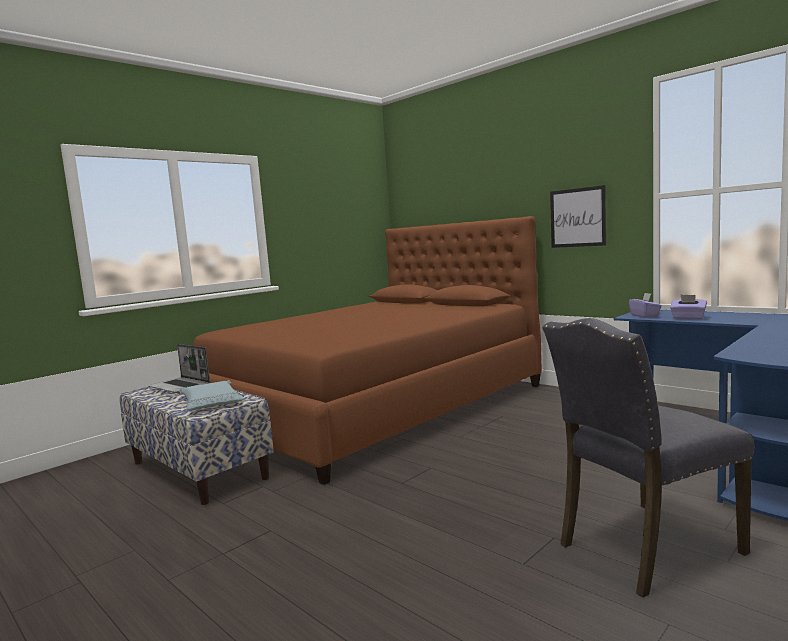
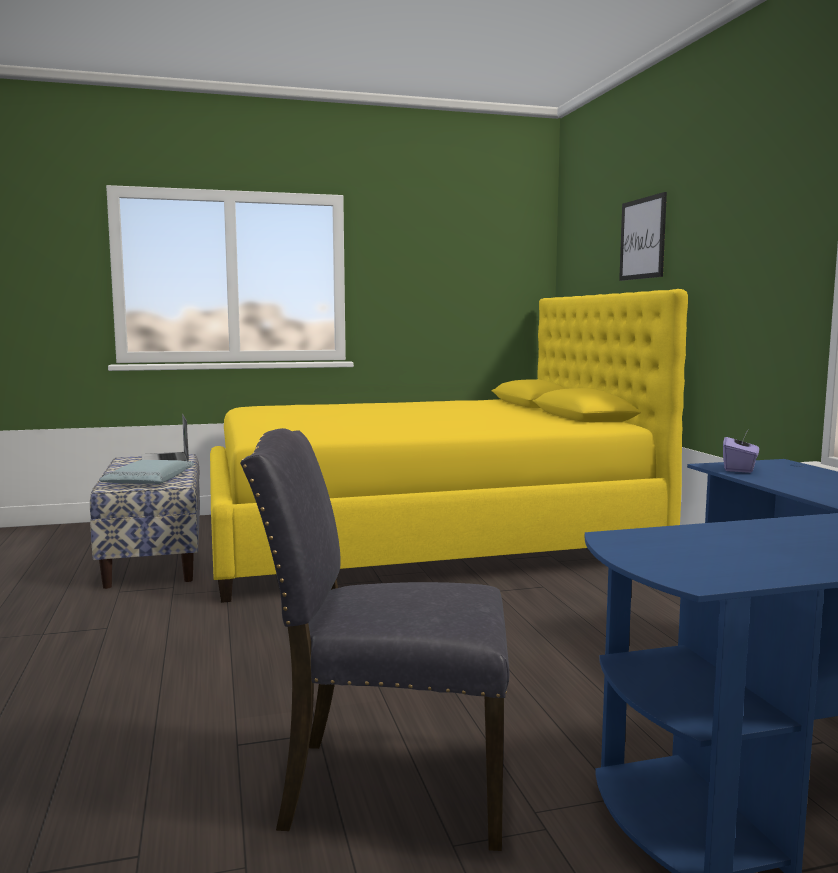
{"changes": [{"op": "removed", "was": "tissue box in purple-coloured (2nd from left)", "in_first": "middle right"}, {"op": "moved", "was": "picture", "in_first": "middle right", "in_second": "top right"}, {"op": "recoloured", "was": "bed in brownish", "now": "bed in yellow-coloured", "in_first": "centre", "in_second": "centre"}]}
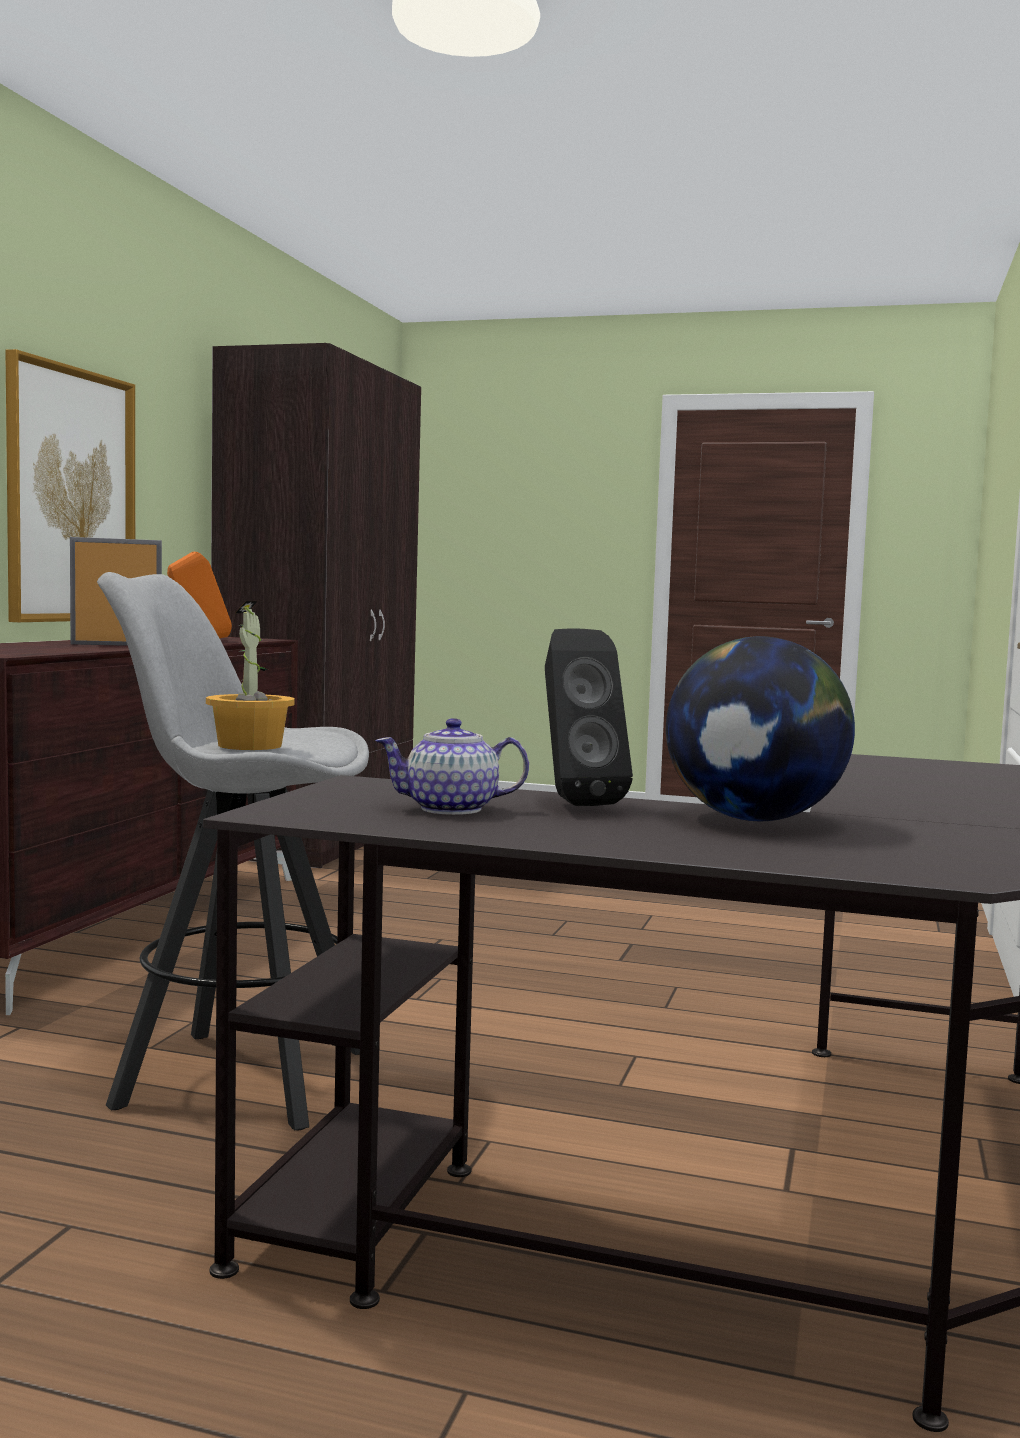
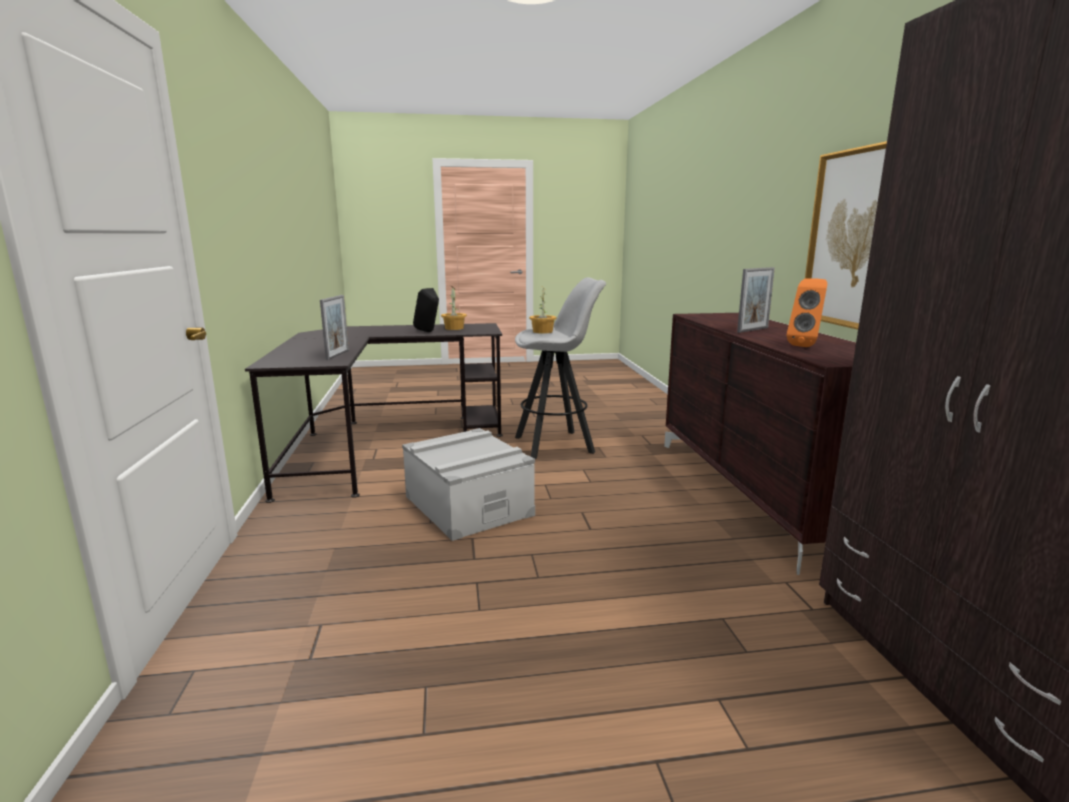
{"changes": [{"op": "removed", "was": "globe", "in_first": "middle right"}, {"op": "added", "now": "photo frame (1st from left)", "in_second": "middle left"}, {"op": "added", "now": "storage box in gray", "in_second": "centre"}, {"op": "replaced", "was": "pot for tea", "now": "houseplant (1st from left)", "in_first": "centre", "in_second": "centre"}]}
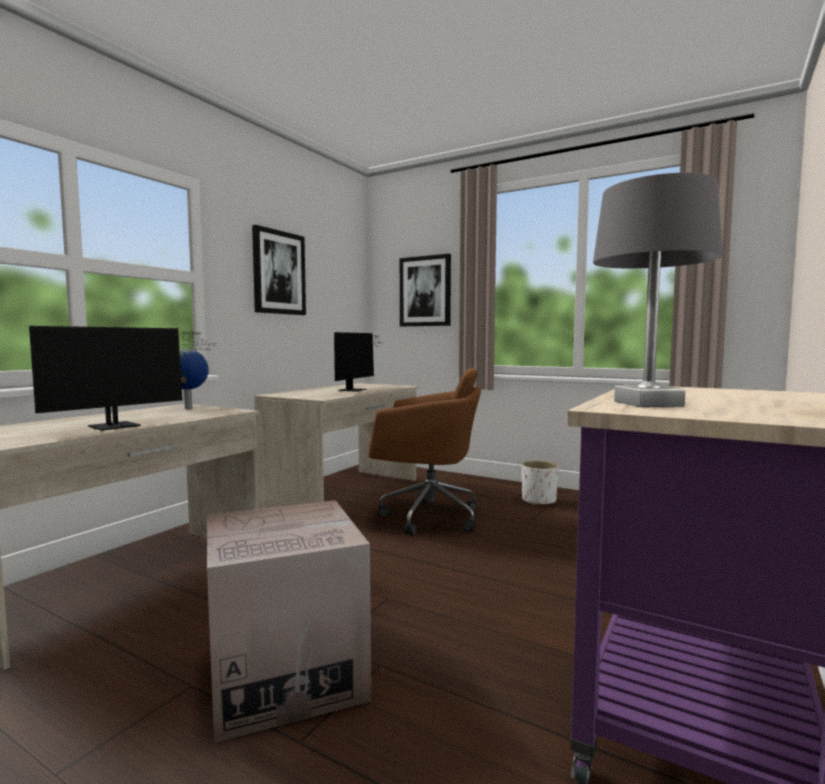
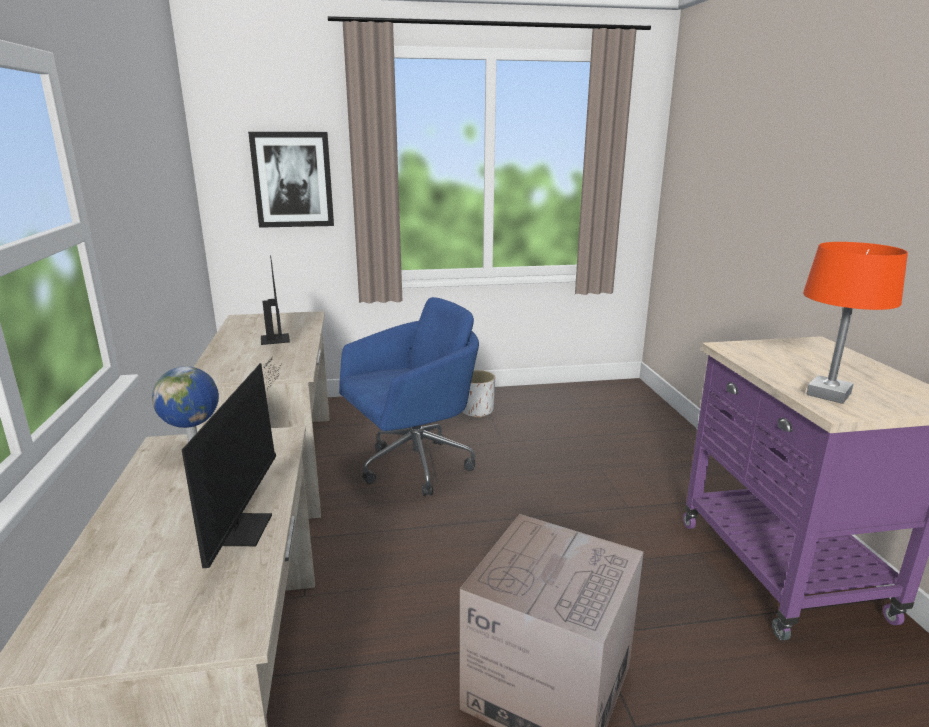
{"changes": [{"op": "removed", "was": "picture (1st from left)", "in_first": "centre"}, {"op": "recoloured", "was": "computer chair in brownish", "now": "computer chair in blue", "in_first": "centre", "in_second": "centre"}, {"op": "recoloured", "was": "tabletop lamp in gray", "now": "tabletop lamp in orangey", "in_first": "middle right", "in_second": "middle right"}]}
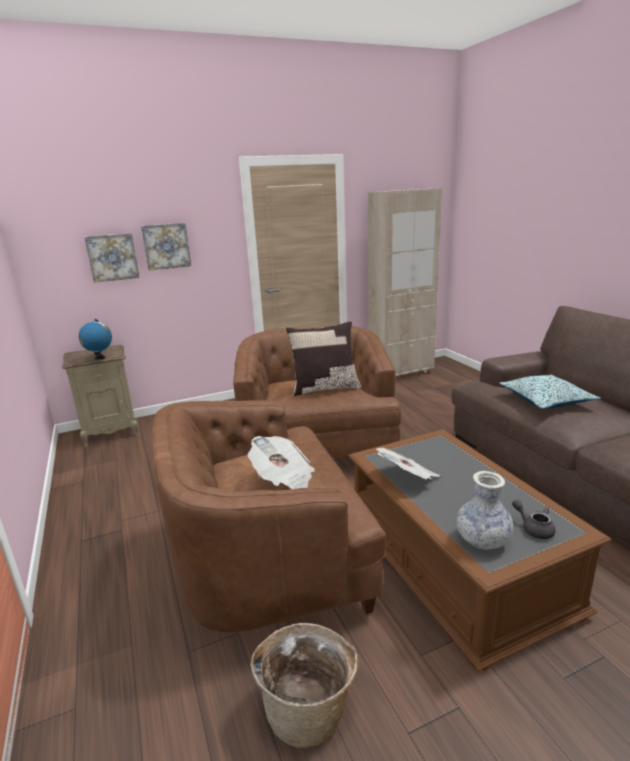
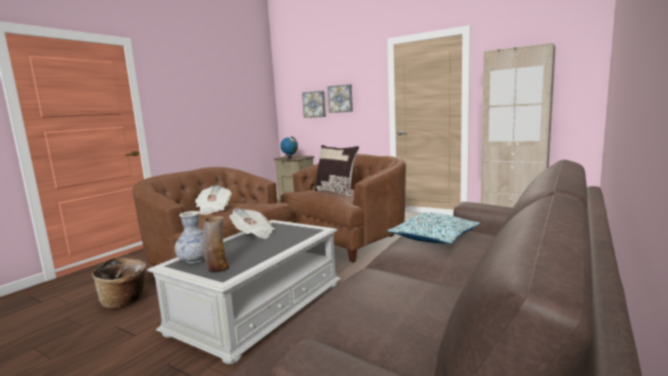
{"changes": [{"op": "replaced", "was": "pot for tea in gray", "now": "decorative vase (2nd from left)", "in_first": "bottom right", "in_second": "middle left"}, {"op": "recoloured", "was": "coffee table in brownish", "now": "coffee table in whitish", "in_first": "bottom right", "in_second": "bottom centre"}]}
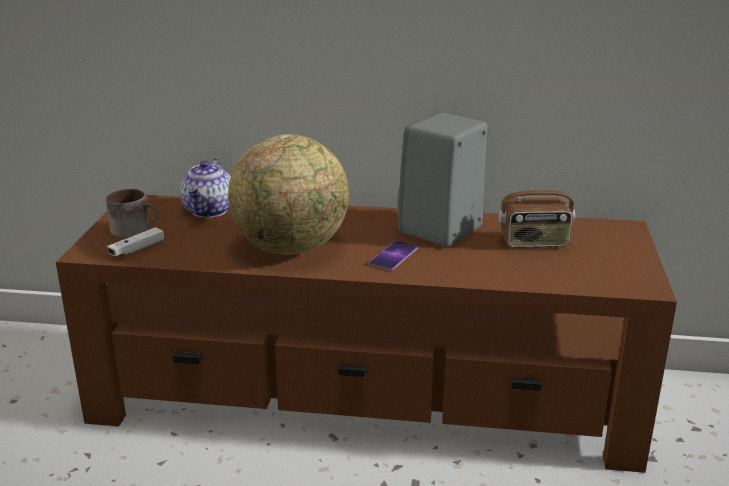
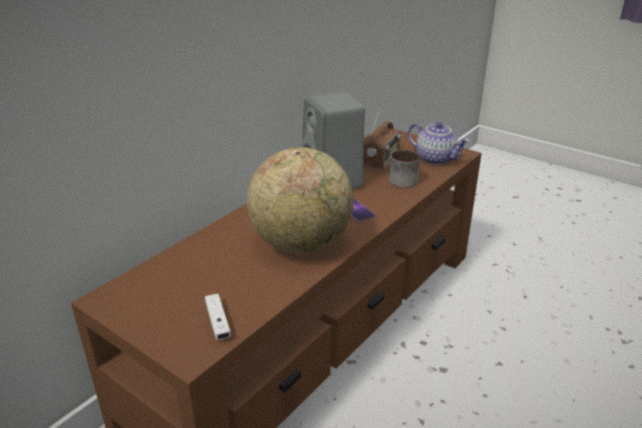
{"changes": [{"op": "moved", "was": "tea mug", "in_first": "middle left", "in_second": "centre"}, {"op": "moved", "was": "pot for tea", "in_first": "middle left", "in_second": "middle right"}]}
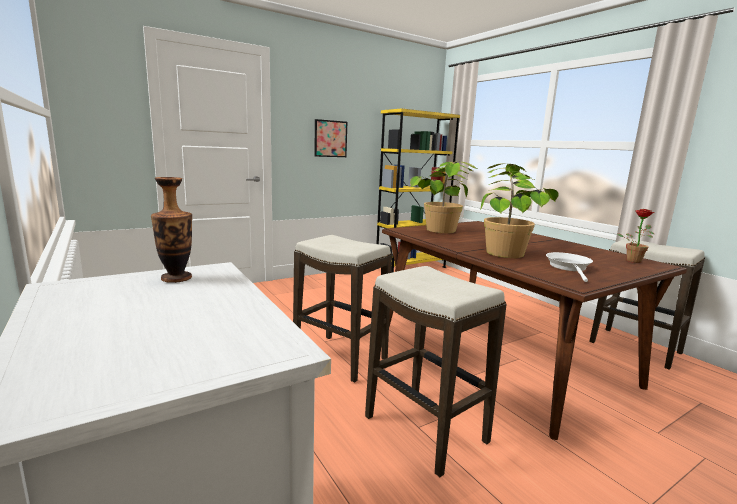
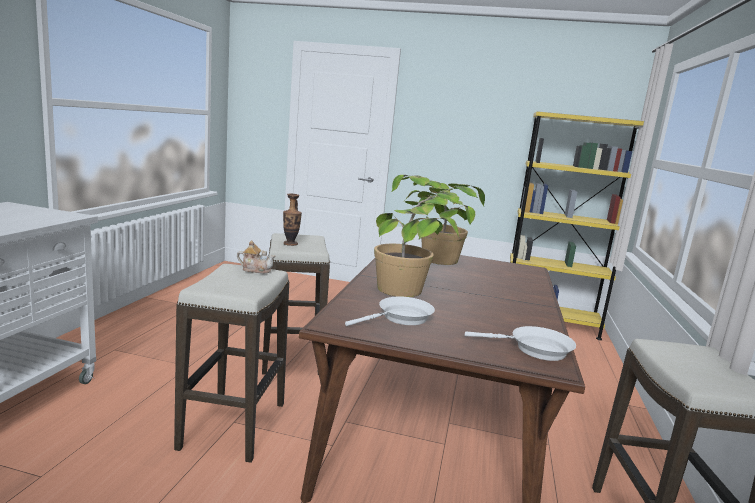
{"changes": [{"op": "removed", "was": "picture", "in_first": "top centre"}, {"op": "added", "now": "pot for tea", "in_second": "centre"}, {"op": "moved", "was": "decorative vase", "in_first": "middle left", "in_second": "centre"}, {"op": "replaced", "was": "houseplant (3rd from left)", "now": "pan in whitish (2nd from left)", "in_first": "middle right", "in_second": "bottom right"}]}
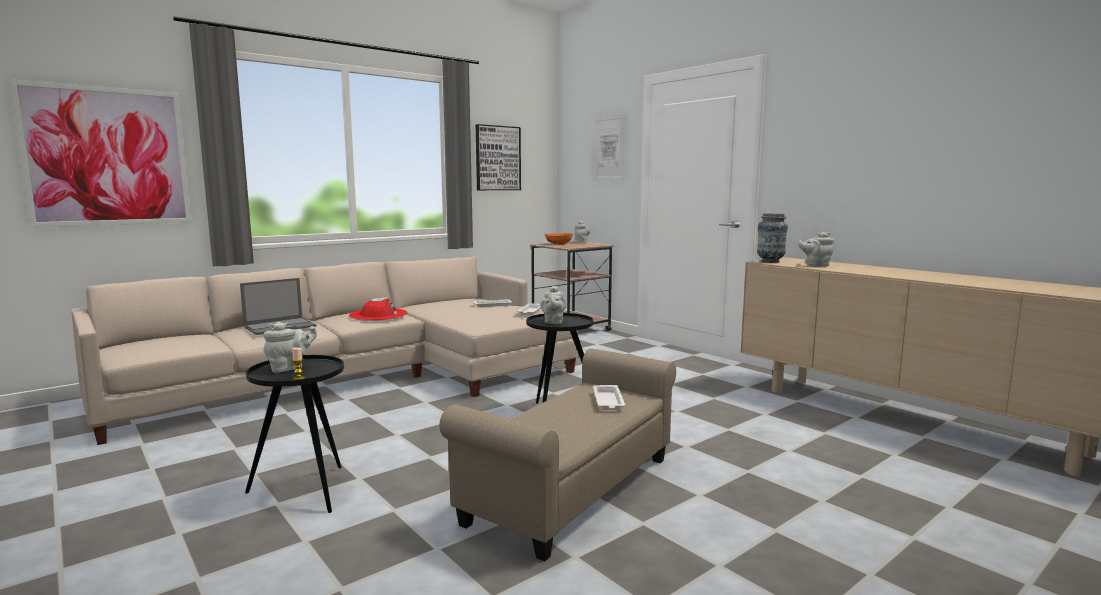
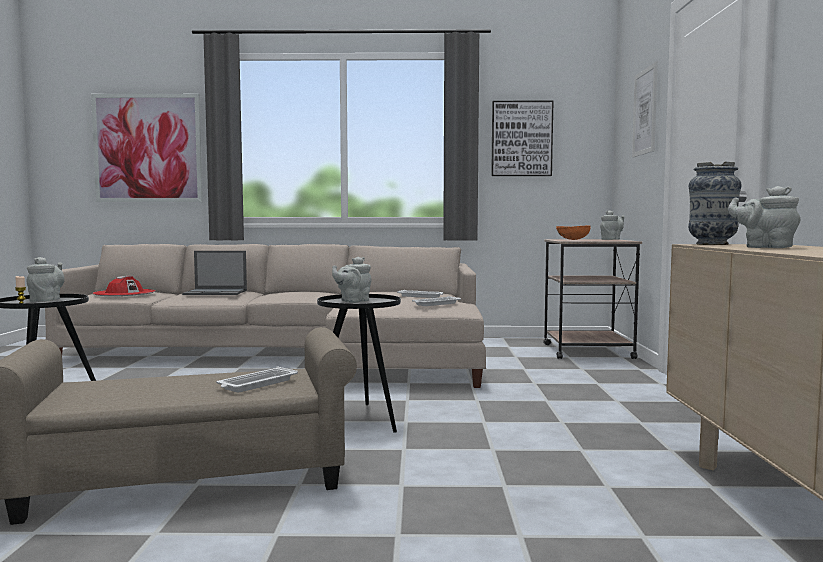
{"changes": [{"op": "moved", "was": "hat in red-coloured", "in_first": "centre", "in_second": "middle left"}, {"op": "turned", "was": "pot for tea in gray (1st from left)", "in_first": "middle left", "in_second": "middle left", "clockwise": -90}]}
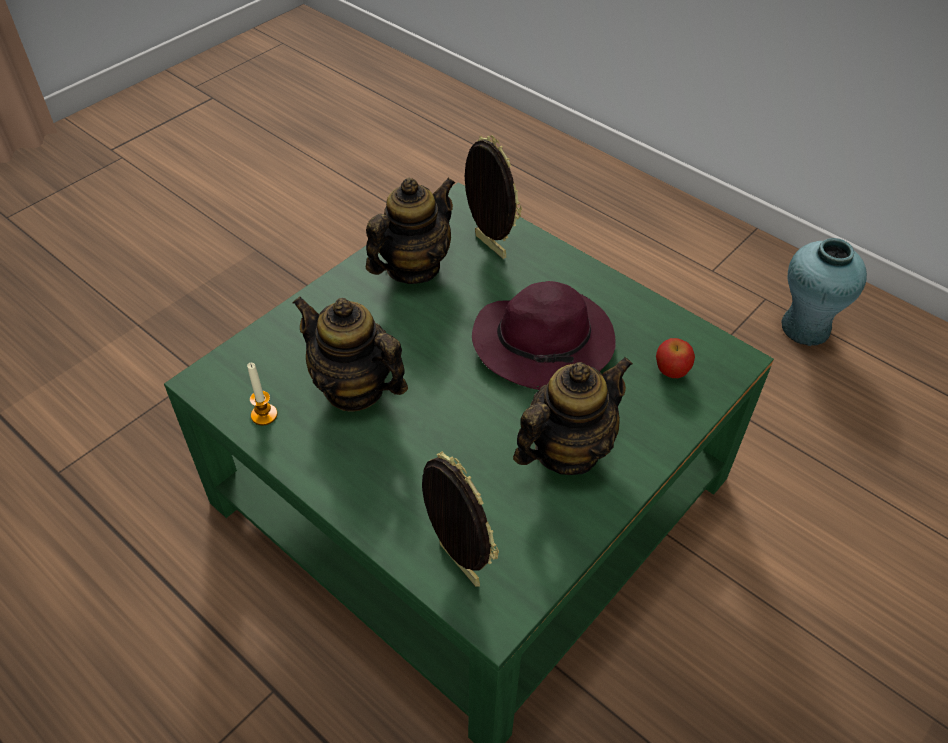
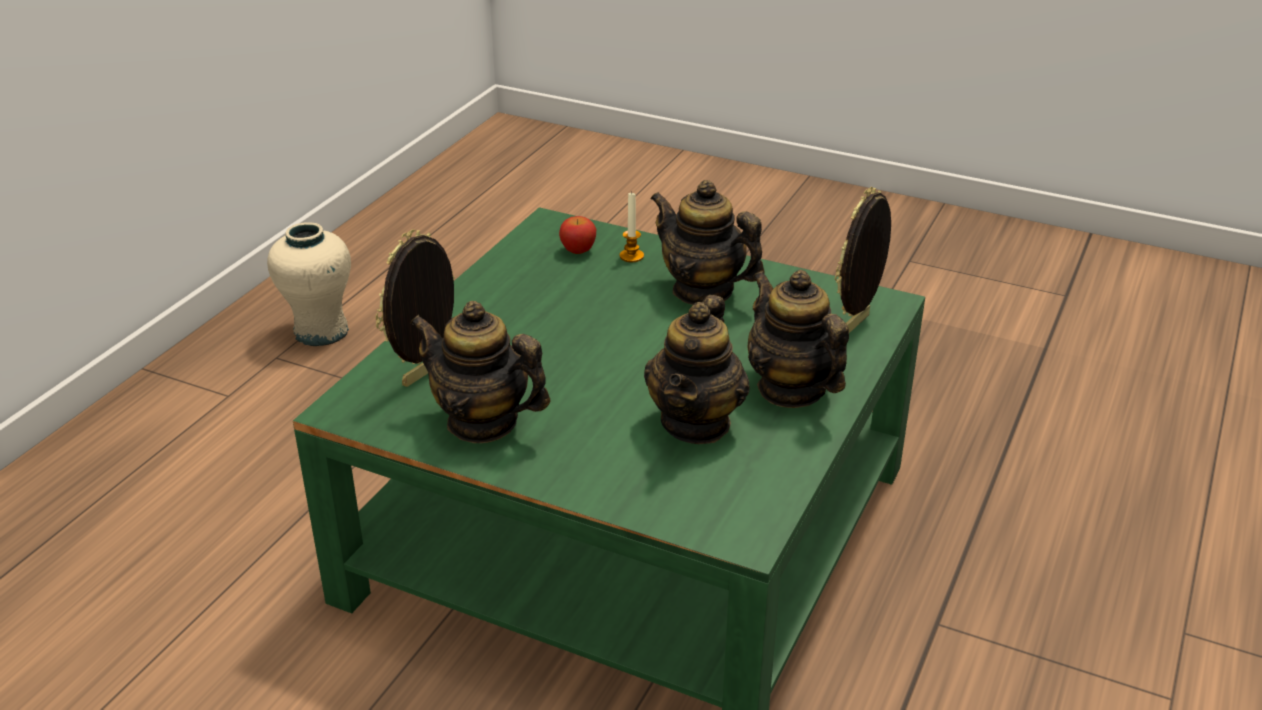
{"changes": [{"op": "removed", "was": "hat in purple-coloured", "in_first": "centre"}, {"op": "added", "now": "pot for tea (4th from left)", "in_second": "centre"}, {"op": "moved", "was": "wax light", "in_first": "middle left", "in_second": "top centre"}, {"op": "recoloured", "was": "decorative vase in blue-green", "now": "decorative vase in beige-coloured", "in_first": "middle right", "in_second": "middle left"}]}
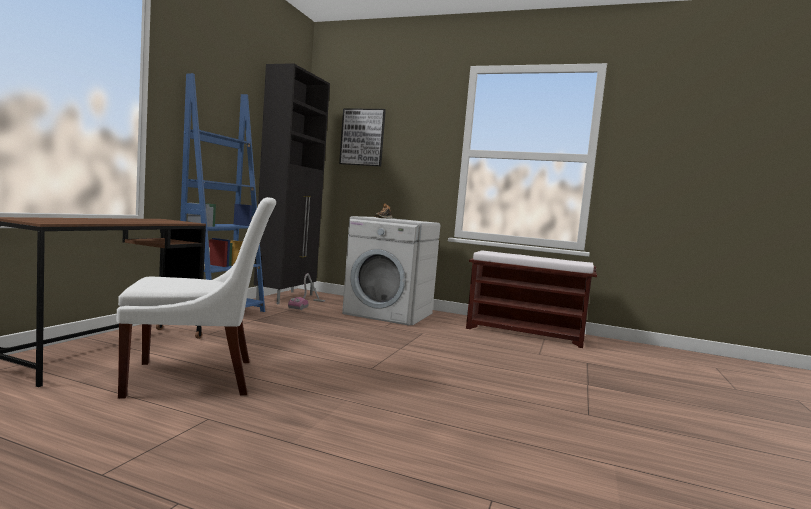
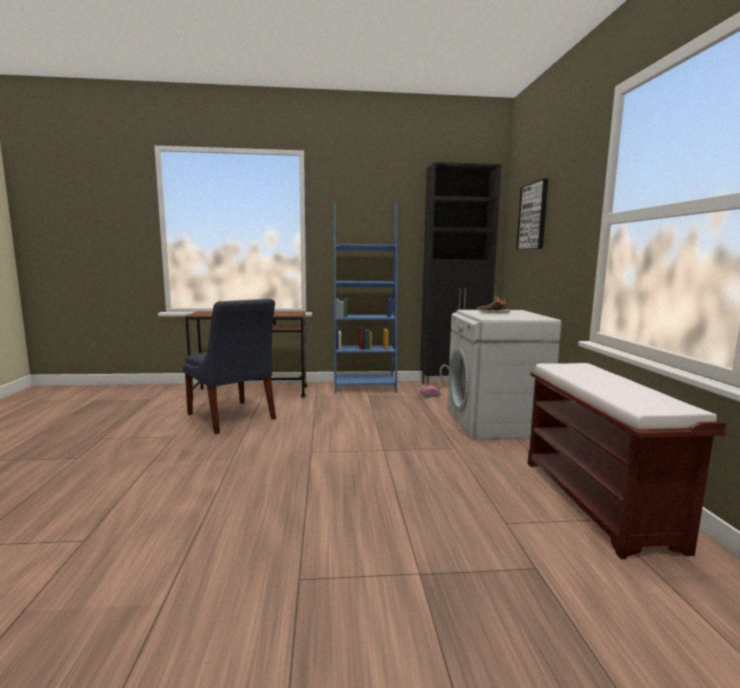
{"changes": [{"op": "recoloured", "was": "plain chair in whitish", "now": "plain chair in blue", "in_first": "middle left", "in_second": "middle left"}]}
